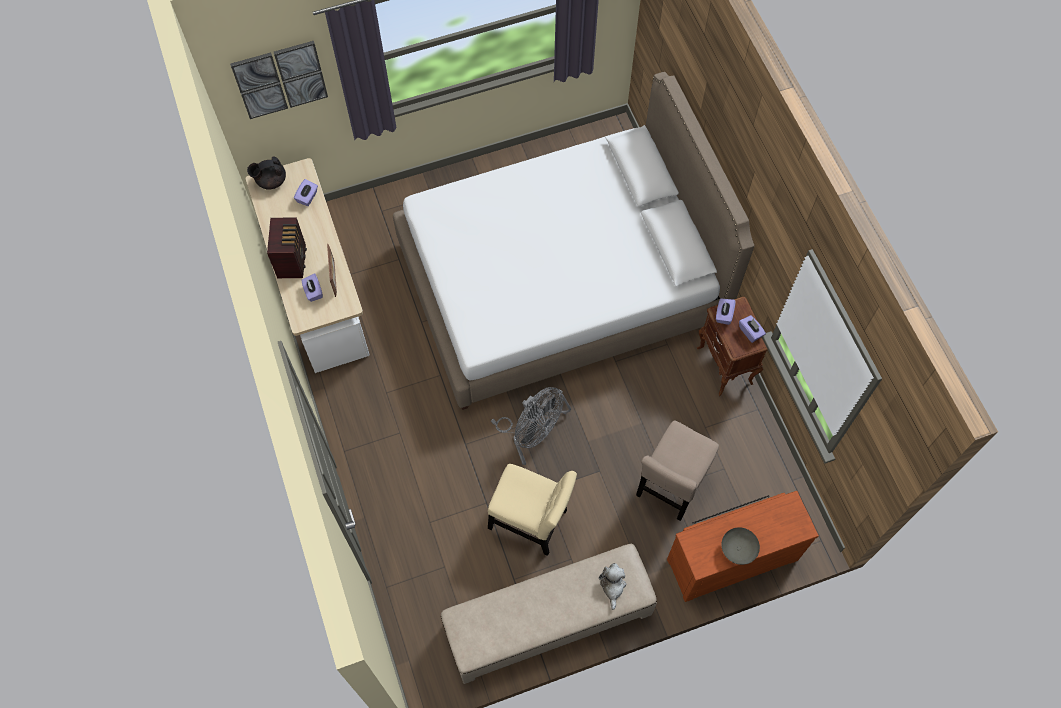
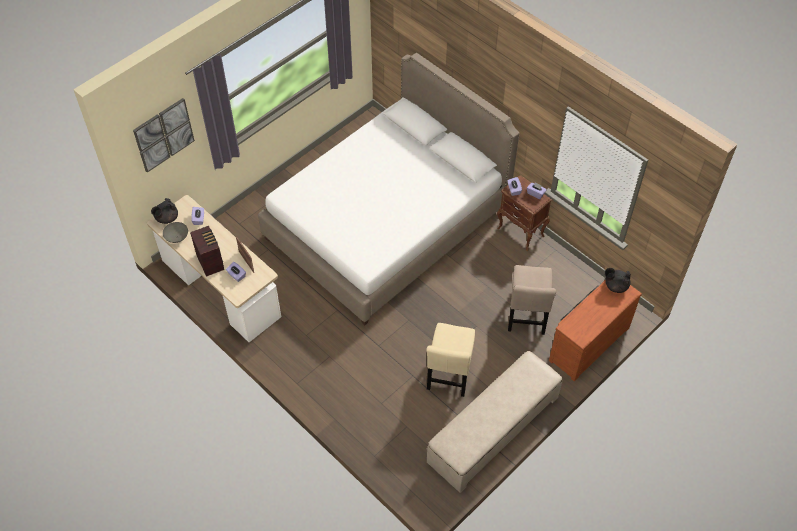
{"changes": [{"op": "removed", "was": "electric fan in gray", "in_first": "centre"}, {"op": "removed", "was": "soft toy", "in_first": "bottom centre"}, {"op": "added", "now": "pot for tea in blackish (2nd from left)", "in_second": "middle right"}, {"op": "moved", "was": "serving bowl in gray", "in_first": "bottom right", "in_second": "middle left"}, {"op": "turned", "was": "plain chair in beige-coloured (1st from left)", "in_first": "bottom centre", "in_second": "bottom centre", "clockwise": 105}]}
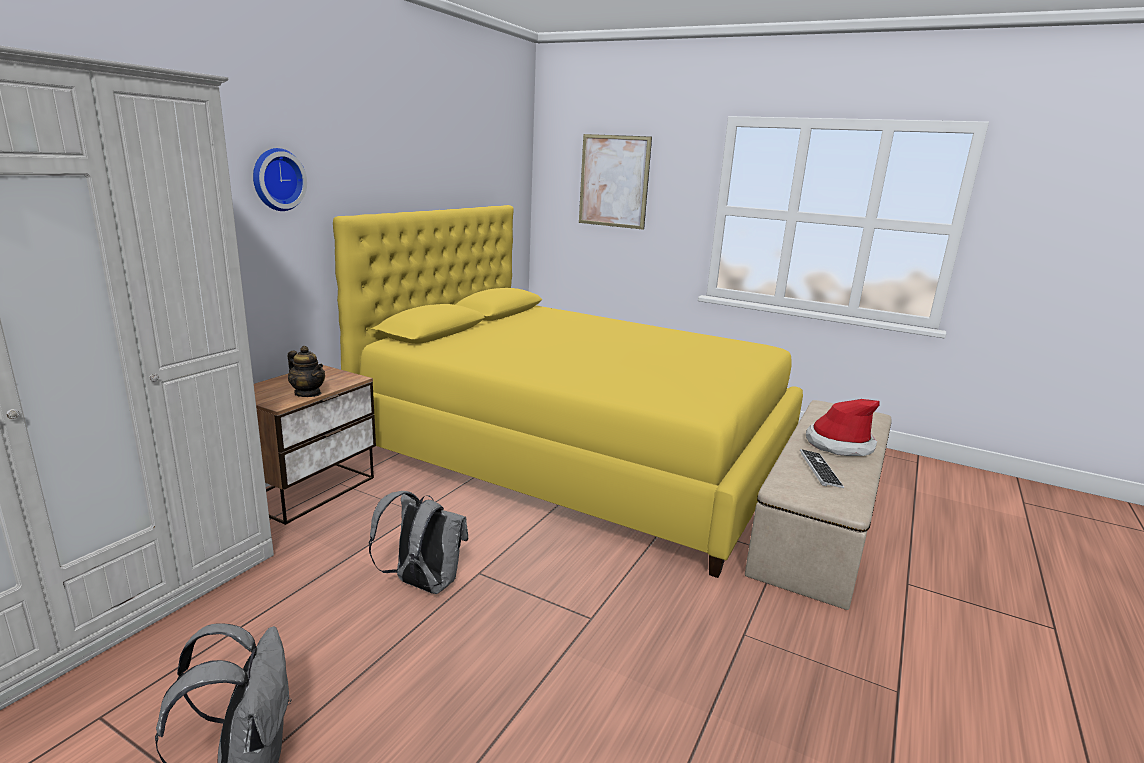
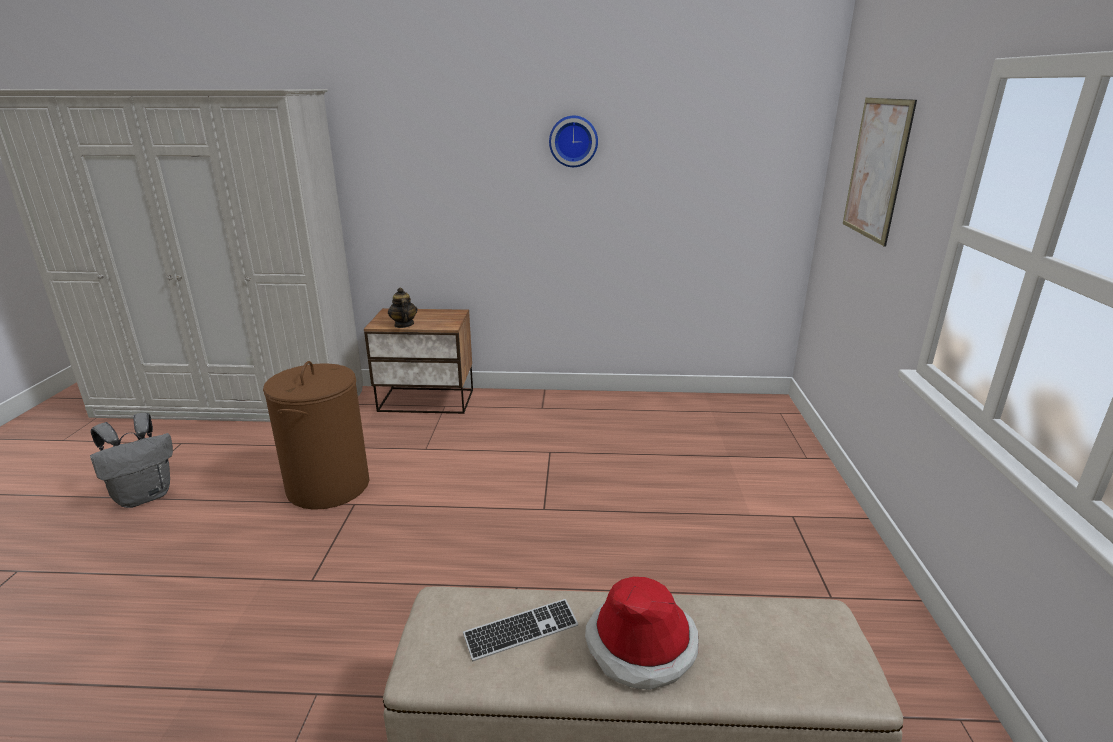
{"changes": [{"op": "removed", "was": "bed in yellow-coloured", "in_first": "centre"}, {"op": "moved", "was": "wall clock", "in_first": "top left", "in_second": "top centre"}, {"op": "replaced", "was": "rucksack in gray (2nd from left)", "now": "washing basket in brownish", "in_first": "bottom centre", "in_second": "middle left"}, {"op": "turned", "was": "pot for tea", "in_first": "middle left", "in_second": "centre", "clockwise": 150}]}
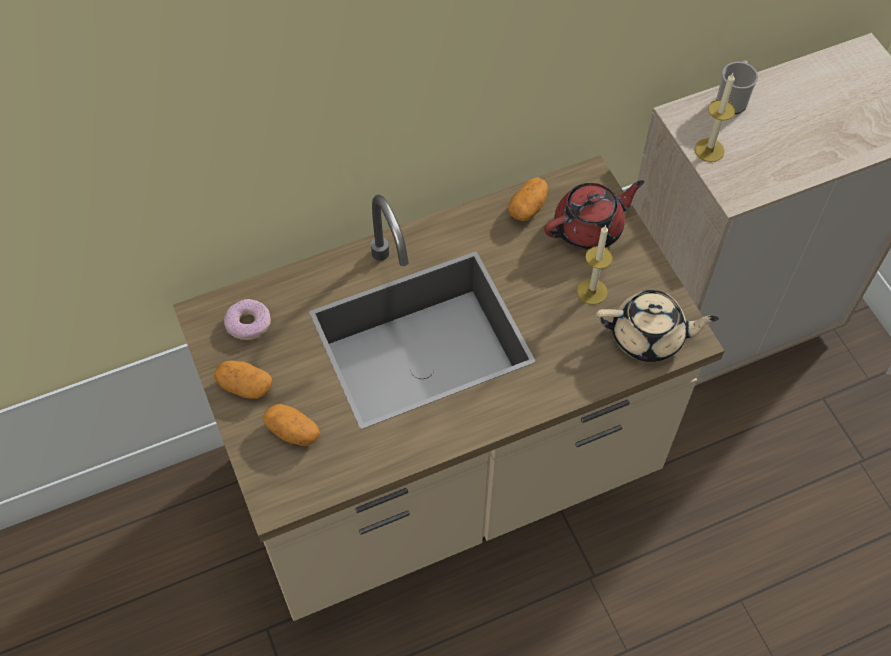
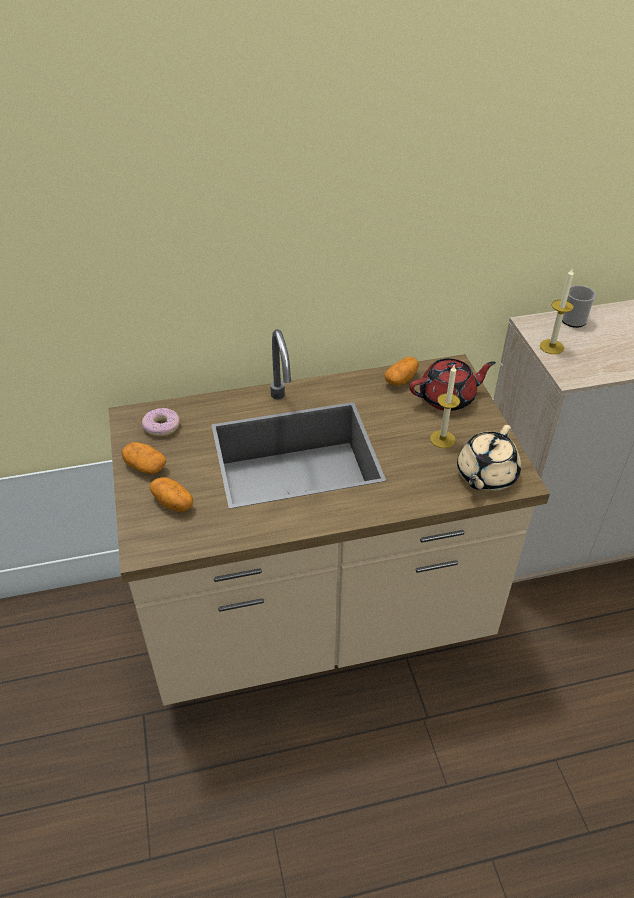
{"changes": [{"op": "turned", "was": "pot for tea in beige-coloured", "in_first": "middle right", "in_second": "middle right", "clockwise": 105}]}
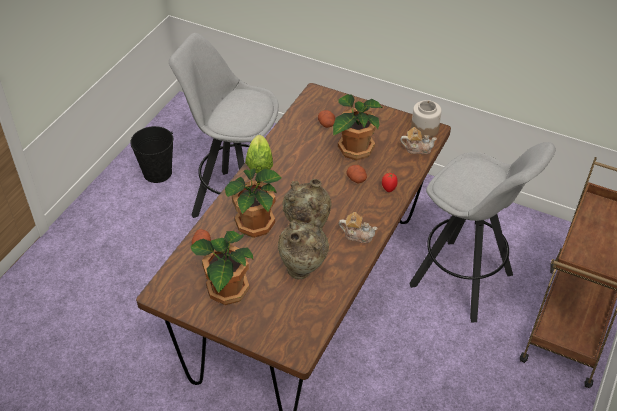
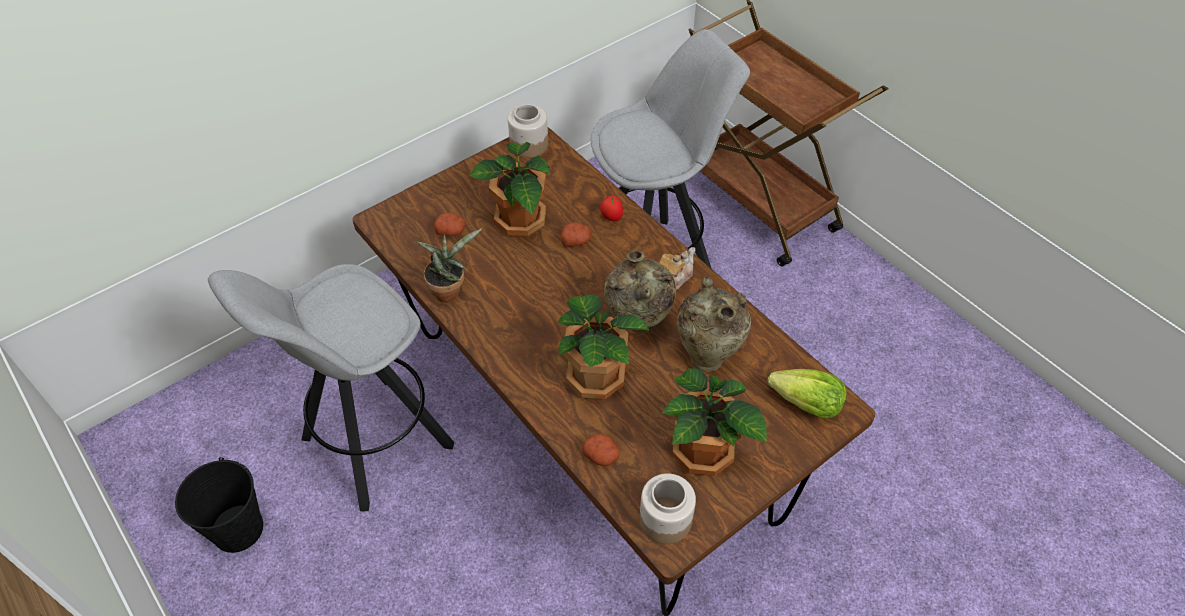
{"changes": [{"op": "removed", "was": "pot for tea (2nd from left)", "in_first": "middle right"}, {"op": "added", "now": "houseplant (1st from left)", "in_second": "centre"}, {"op": "added", "now": "storage jar (2nd from left)", "in_second": "bottom centre"}, {"op": "moved", "was": "lettuce", "in_first": "centre", "in_second": "middle right"}]}
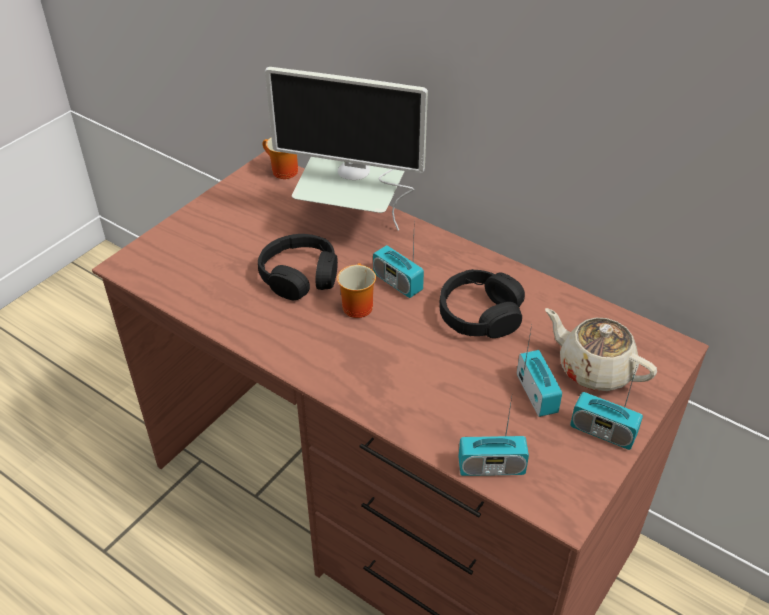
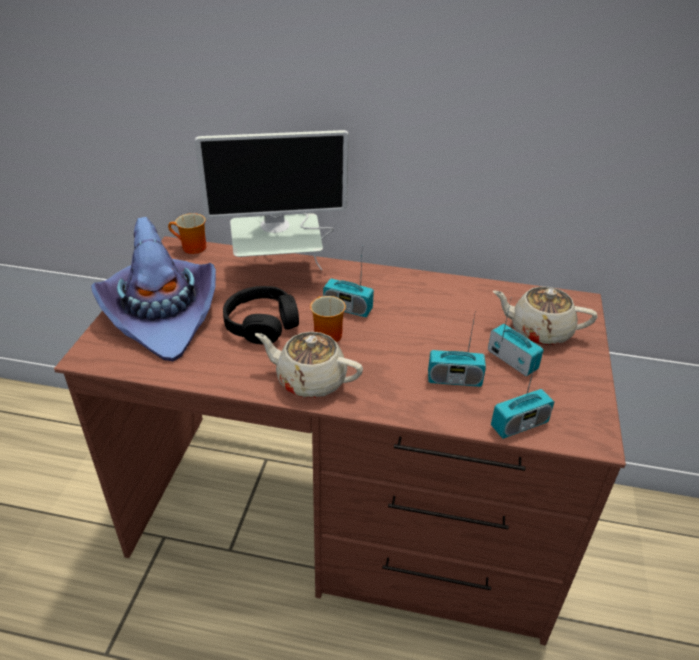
{"changes": [{"op": "removed", "was": "headphones in blackish (2nd from left)", "in_first": "centre"}, {"op": "added", "now": "hat in purple-coloured", "in_second": "middle left"}, {"op": "added", "now": "pot for tea in beige-coloured (1st from left)", "in_second": "centre"}, {"op": "moved", "was": "radio receiver (4th from left in the first image)", "now": "radio receiver (2nd from left)", "in_first": "middle right", "in_second": "centre"}]}
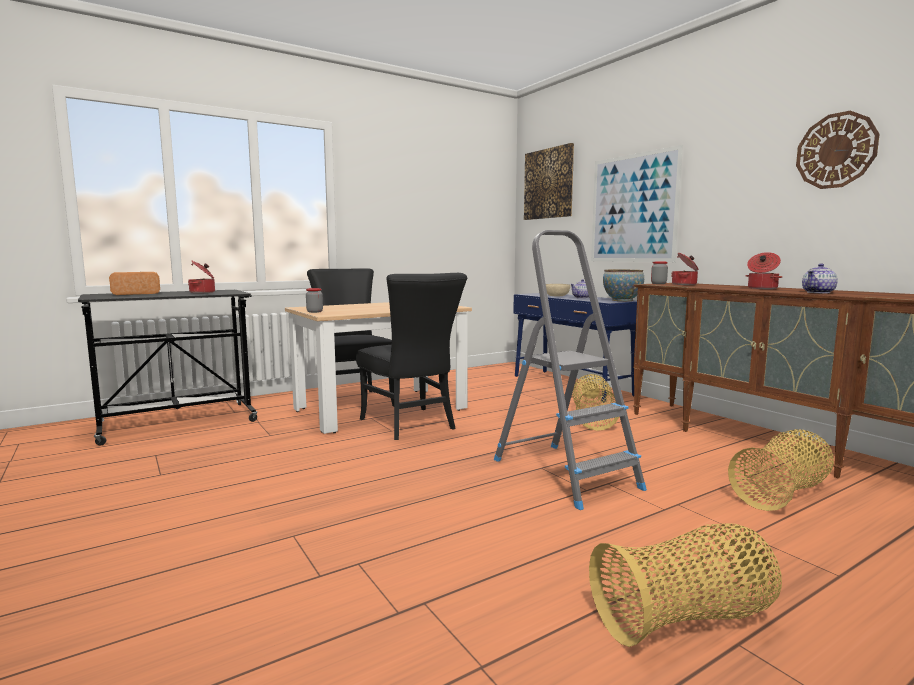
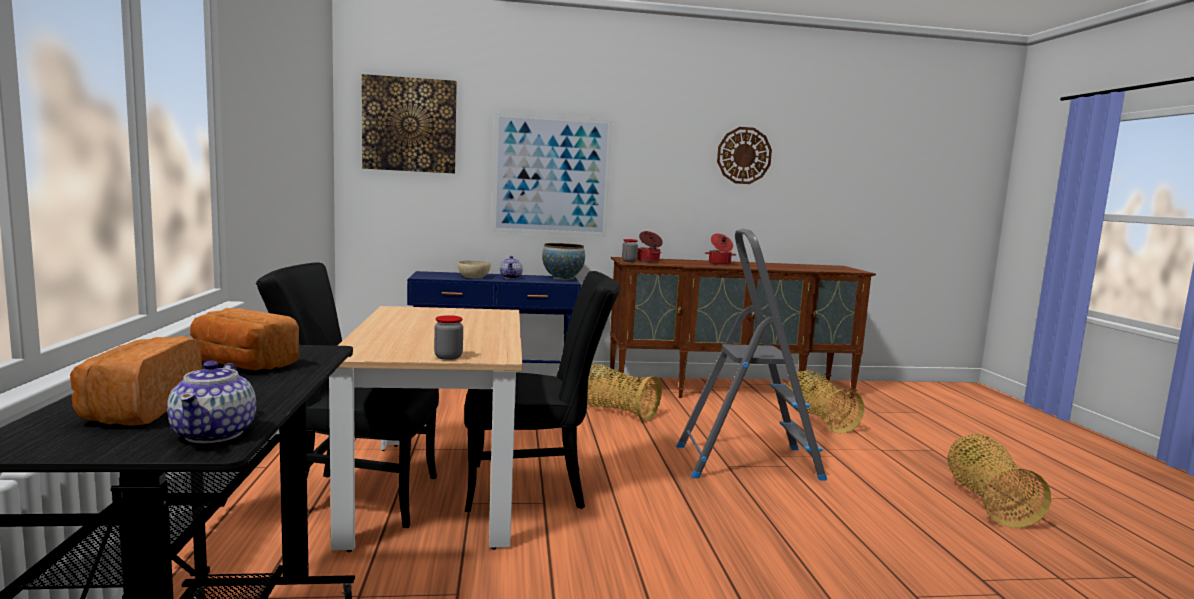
{"changes": [{"op": "moved", "was": "pot for tea (2nd from left in the first image)", "now": "pot for tea (1st from left)", "in_first": "middle right", "in_second": "bottom left"}, {"op": "replaced", "was": "saucepot (1st from left)", "now": "baked bread (2nd from left)", "in_first": "middle left", "in_second": "middle left"}]}
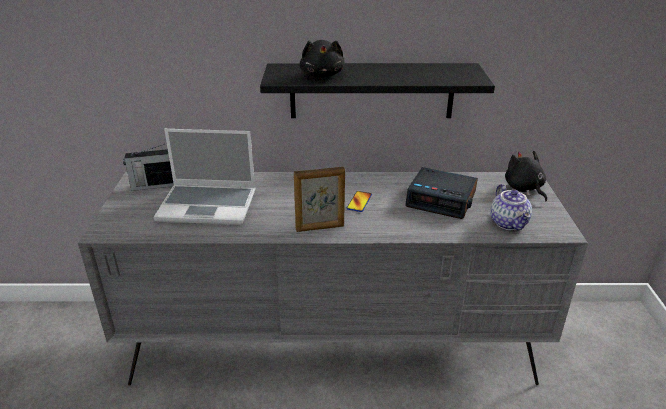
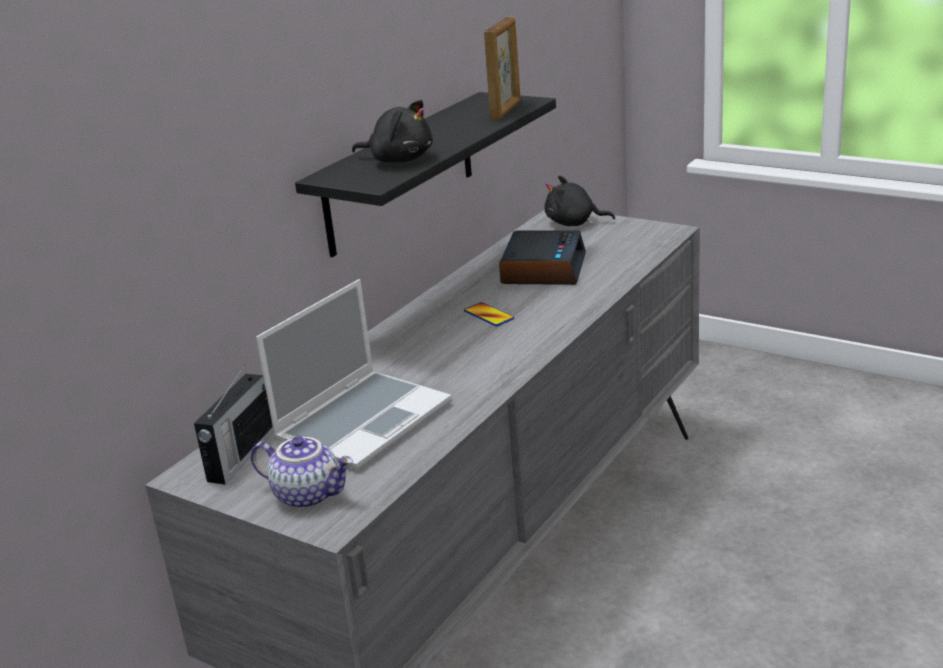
{"changes": [{"op": "moved", "was": "photo frame", "in_first": "centre", "in_second": "top centre"}, {"op": "moved", "was": "pot for tea", "in_first": "middle right", "in_second": "bottom left"}, {"op": "turned", "was": "table clock", "in_first": "centre", "in_second": "centre", "clockwise": -45}]}
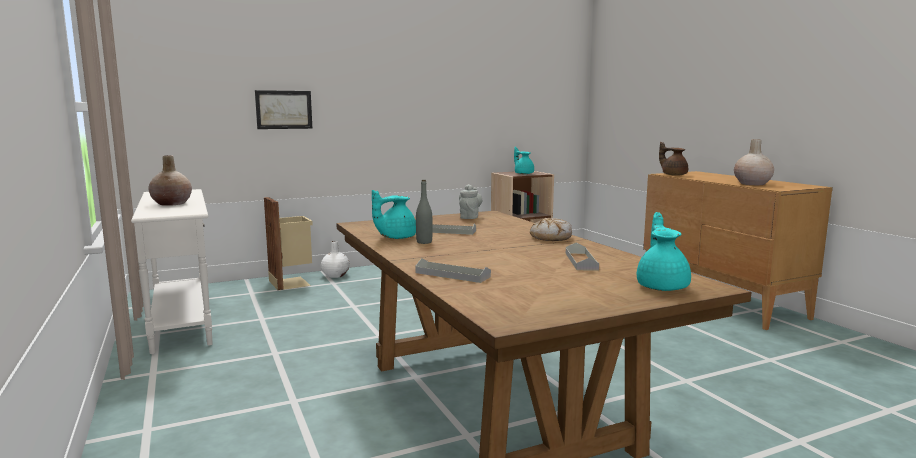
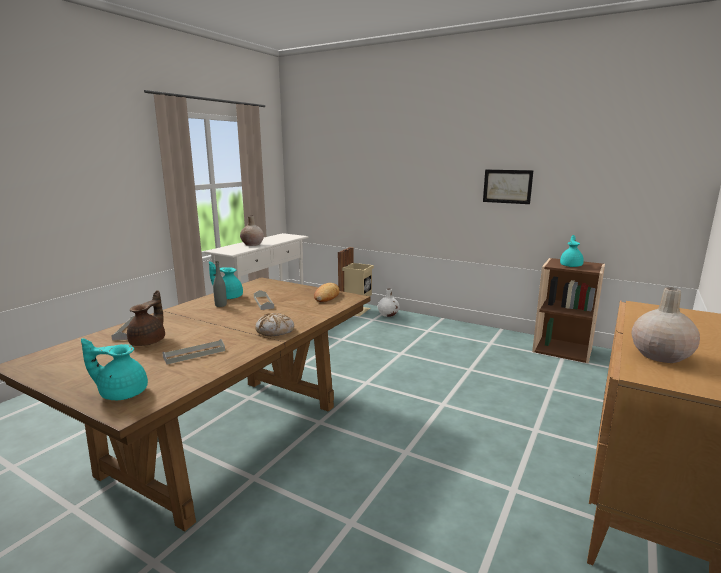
{"changes": [{"op": "moved", "was": "picture", "in_first": "top left", "in_second": "top right"}, {"op": "moved", "was": "pot for tea in brownish", "in_first": "middle right", "in_second": "middle left"}, {"op": "replaced", "was": "pot for tea in gray", "now": "baked bread (2nd from left)", "in_first": "centre", "in_second": "centre"}, {"op": "turned", "was": "pot for tea in blue-green (3rd from left in the first image)", "in_first": "middle right", "in_second": "middle left", "clockwise": -150}]}
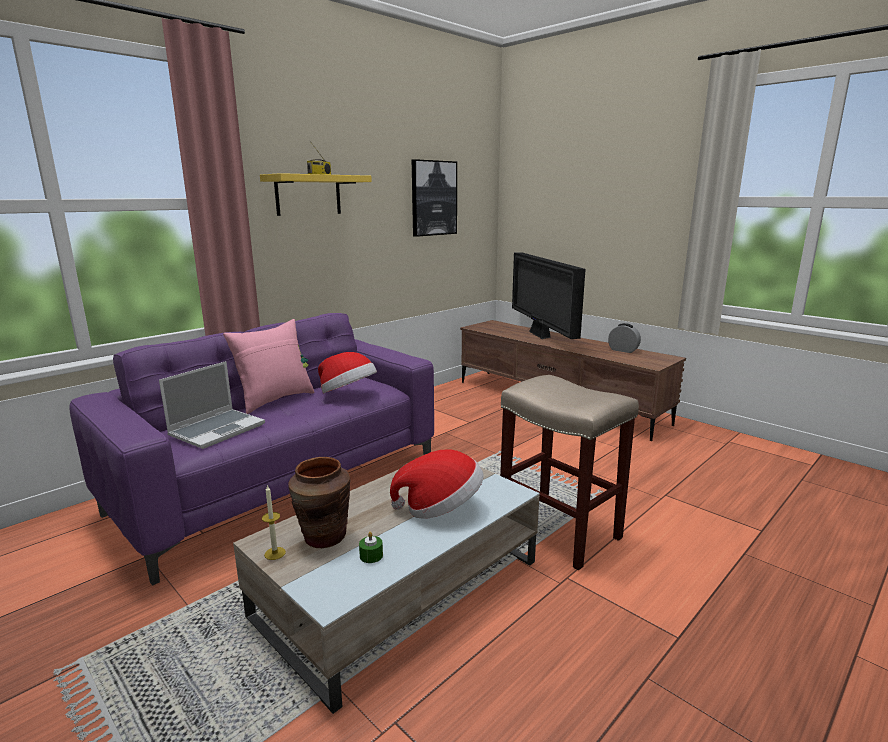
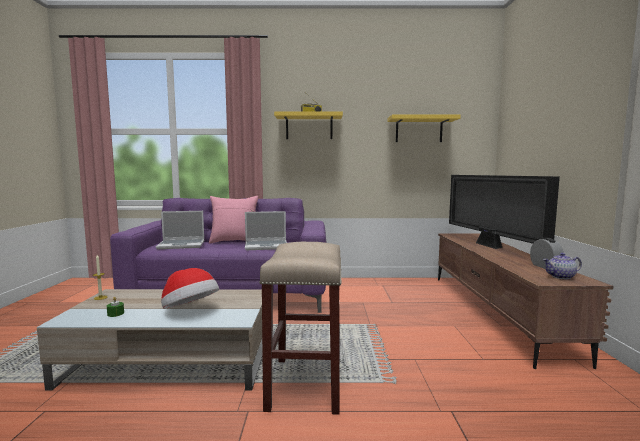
{"changes": [{"op": "removed", "was": "decorative vase in brownish", "in_first": "bottom centre"}, {"op": "added", "now": "pot for tea", "in_second": "middle right"}, {"op": "replaced", "was": "hat (1st from left)", "now": "laptop (2nd from left)", "in_first": "centre", "in_second": "centre"}, {"op": "replaced", "was": "picture", "now": "bracket shelf in yellow-coloured (2nd from left)", "in_first": "top centre", "in_second": "top centre"}, {"op": "turned", "was": "TV", "in_first": "centre", "in_second": "middle right", "clockwise": -45}]}
